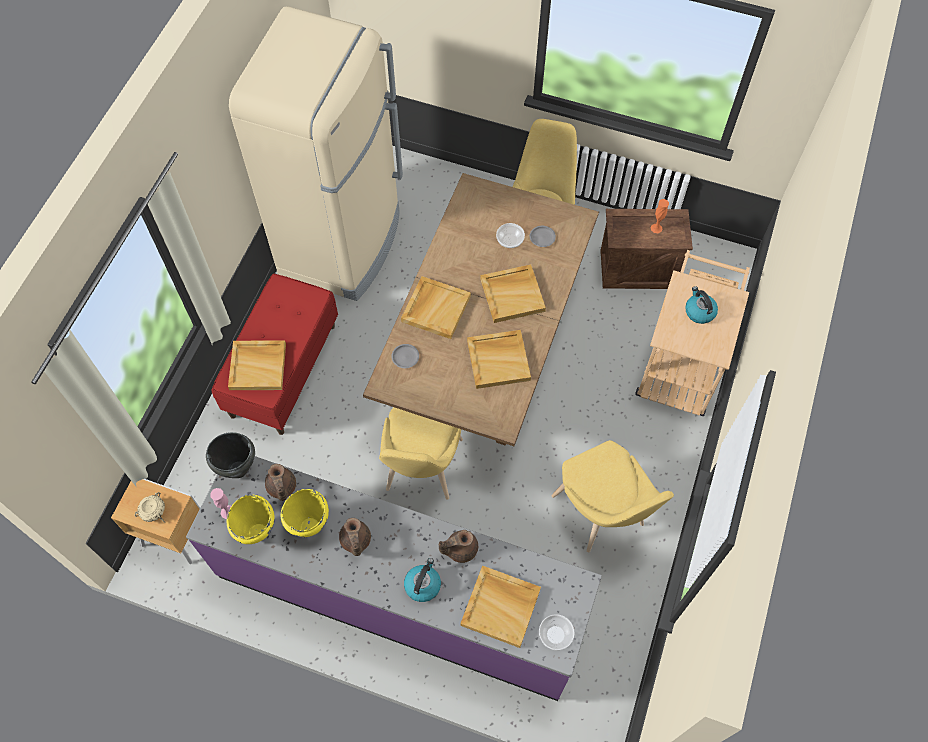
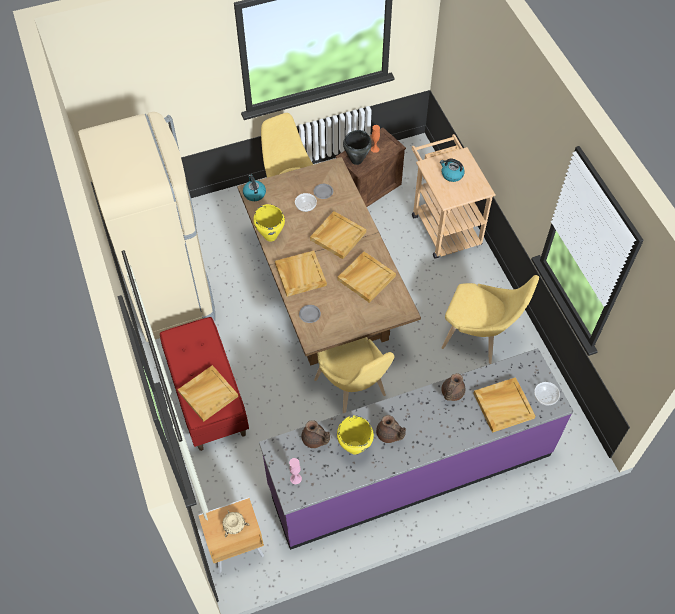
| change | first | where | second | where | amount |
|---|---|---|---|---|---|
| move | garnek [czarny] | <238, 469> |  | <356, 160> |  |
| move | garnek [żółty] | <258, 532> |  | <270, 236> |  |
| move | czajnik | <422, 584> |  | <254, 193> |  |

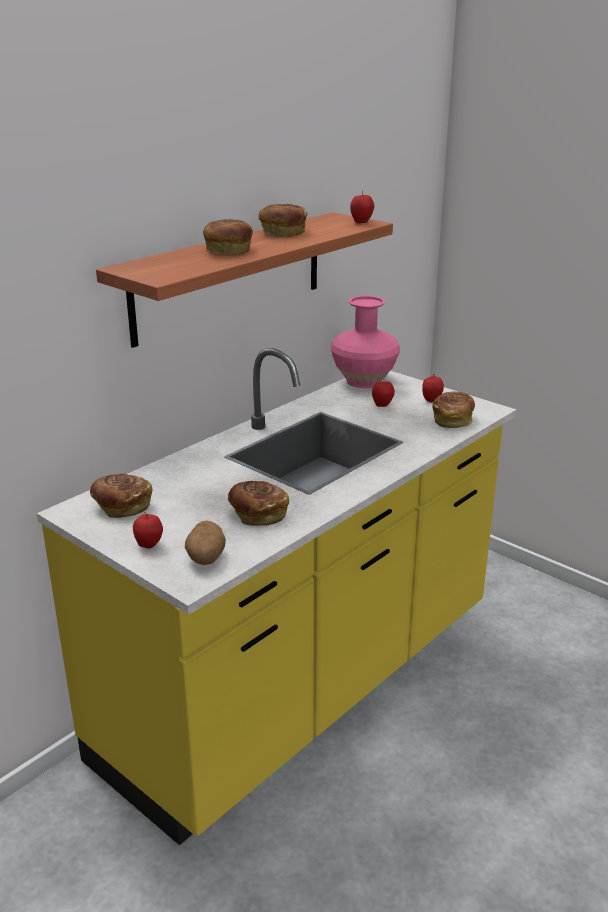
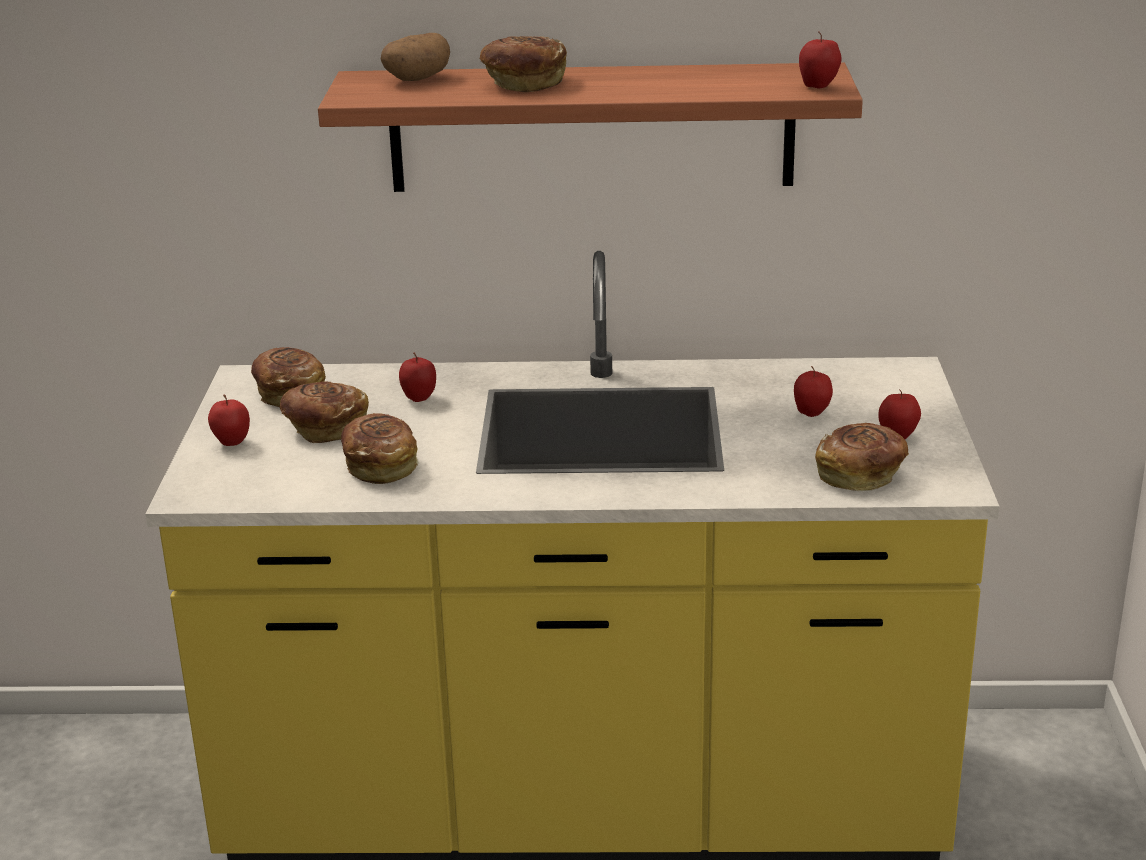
| change | first | where | second | where | amount |
|---|---|---|---|---|---|
| move | ziemniak | <205, 558> |  | <416, 79> |  |
| move | chleb | <283, 232> |  | <325, 428> |  |
| delete | wazon [różowy] | <364, 381> |  |  |  |
| insert |  |  | jabłko | <419, 399> |  |

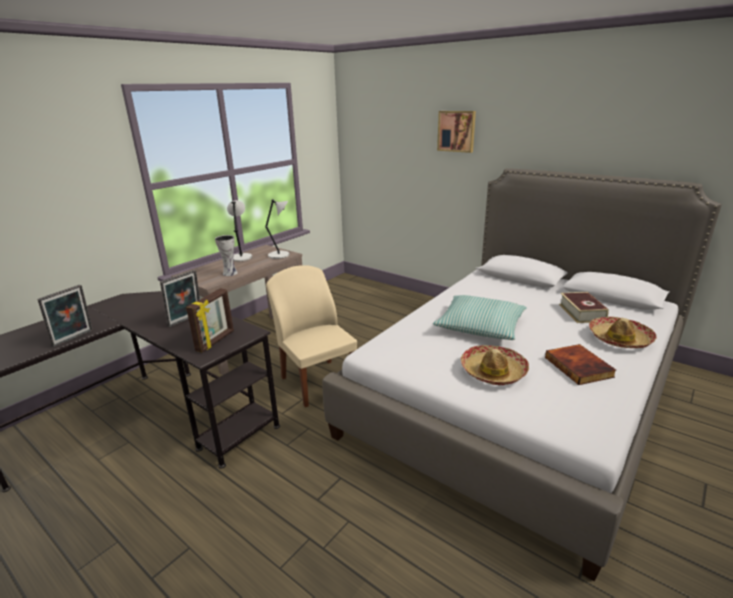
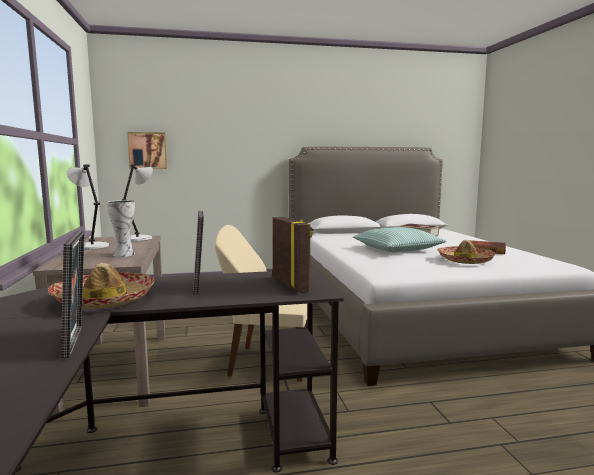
| change | first | where | second | where | amount |
|---|---|---|---|---|---|
| move | obraz | <456, 131> |  | <148, 150> |  |
| move | kapelusz | <619, 339> |  | <104, 300> |  |

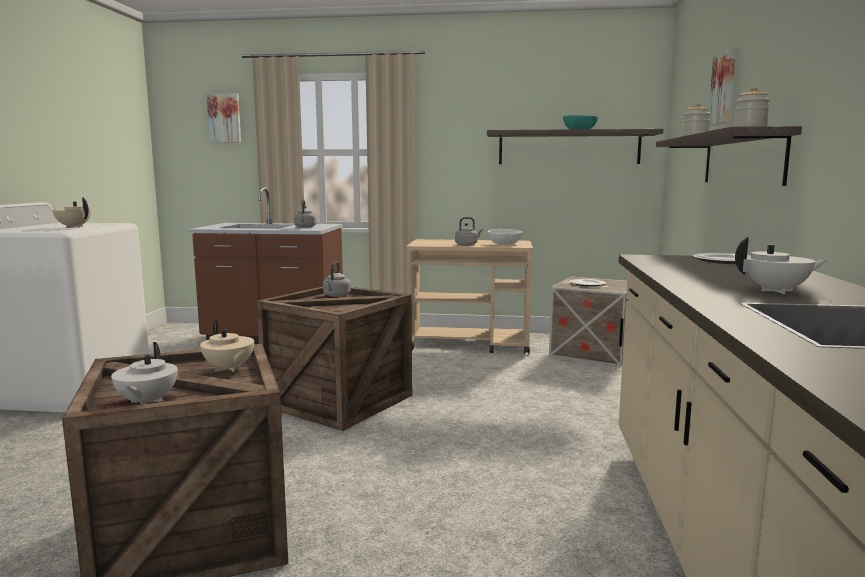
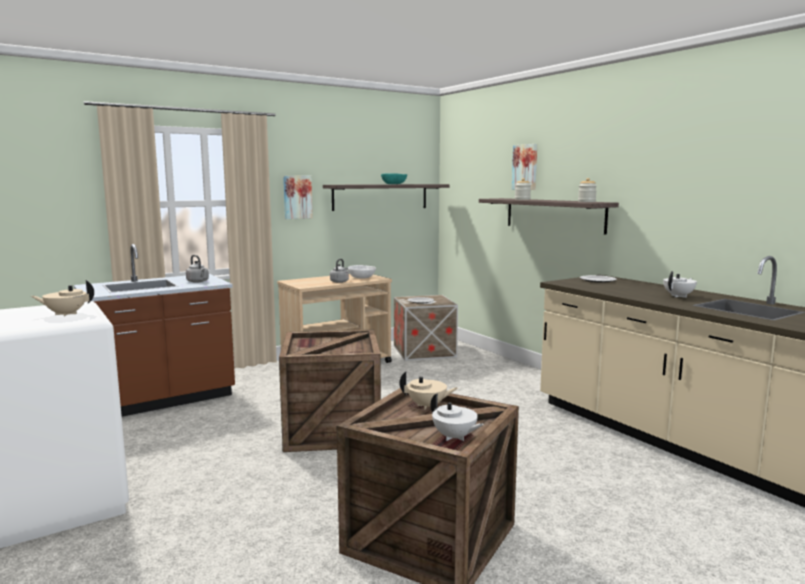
| change | first | where | second | where | amount |
|---|---|---|---|---|---|
| move | obraz | <224, 118> |  | <297, 197> |  |
| delete | czajnik [szary] | <336, 296> |  |  |  |

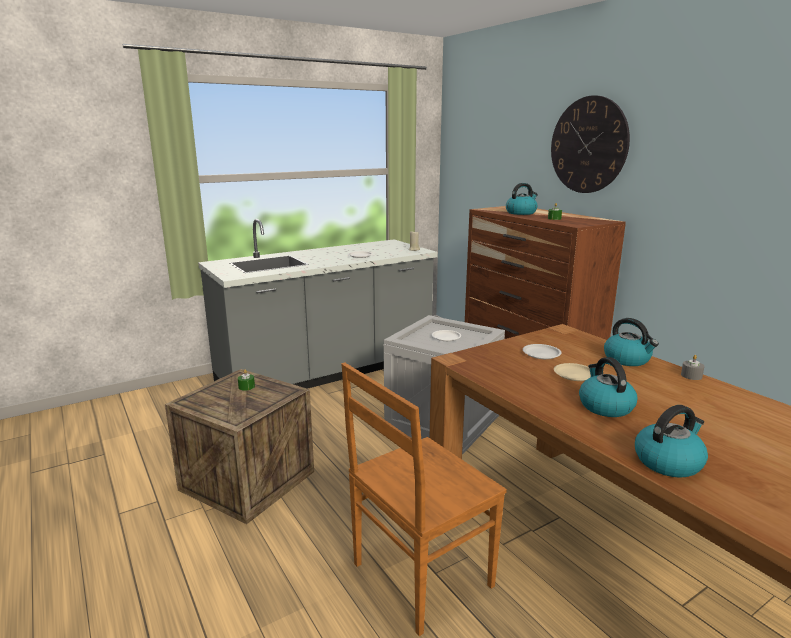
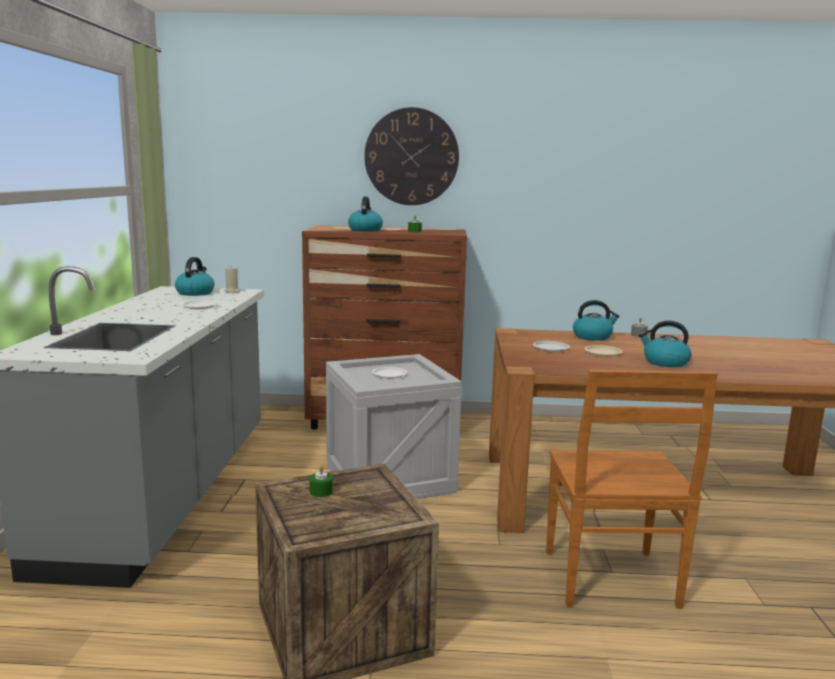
| change | first | where | second | where | amount |
|---|---|---|---|---|---|
| move | czajnik | <668, 462> |  | <195, 293> |  |

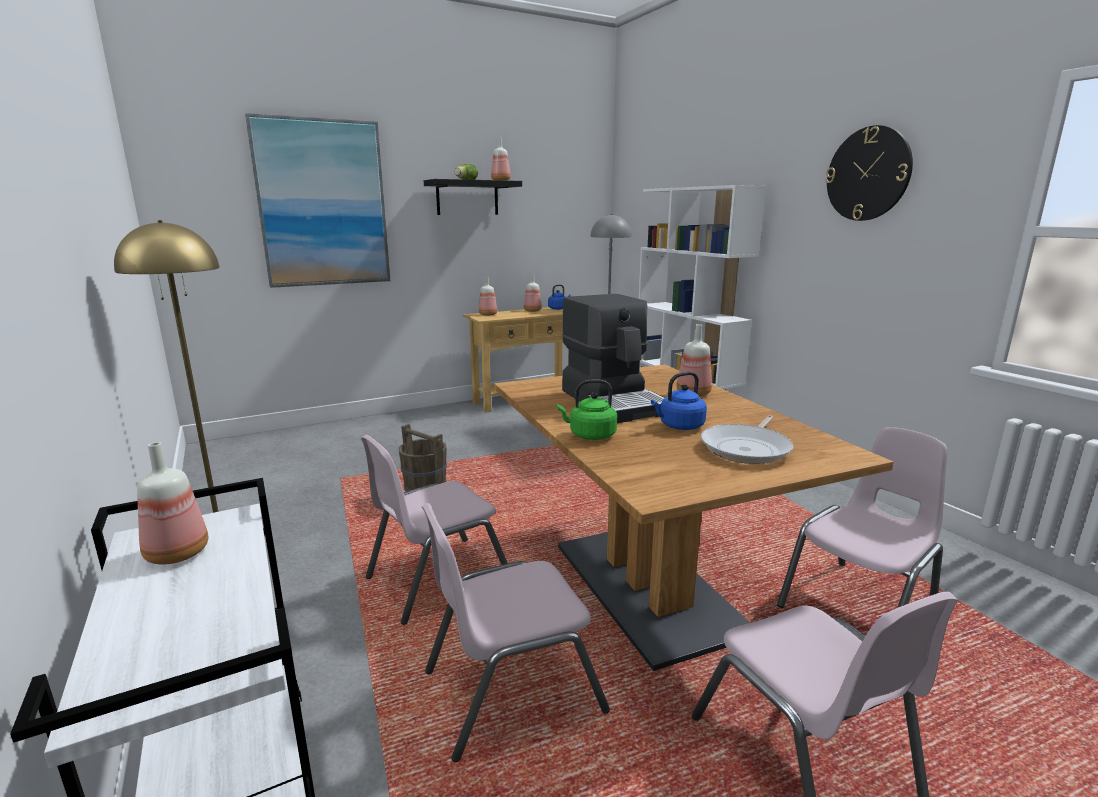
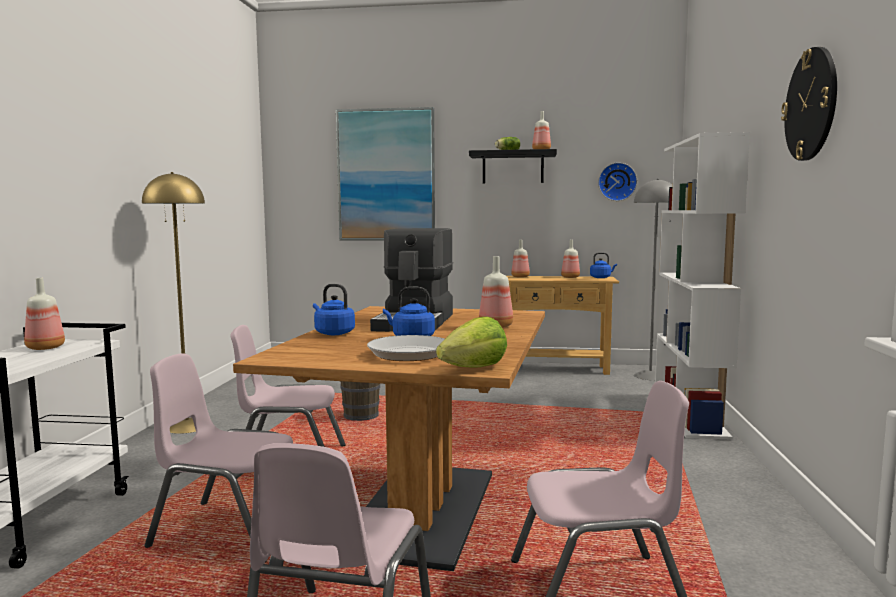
| change | first | where | second | where | amount |
|---|---|---|---|---|---|
| recolor | czajnik [zielony] | <590, 435> | czajnik [niebieski] | <333, 333> |  |
| insert |  |  | sałata | <474, 368> |  |
| insert |  |  | zegar ścienny | <617, 182> |  |

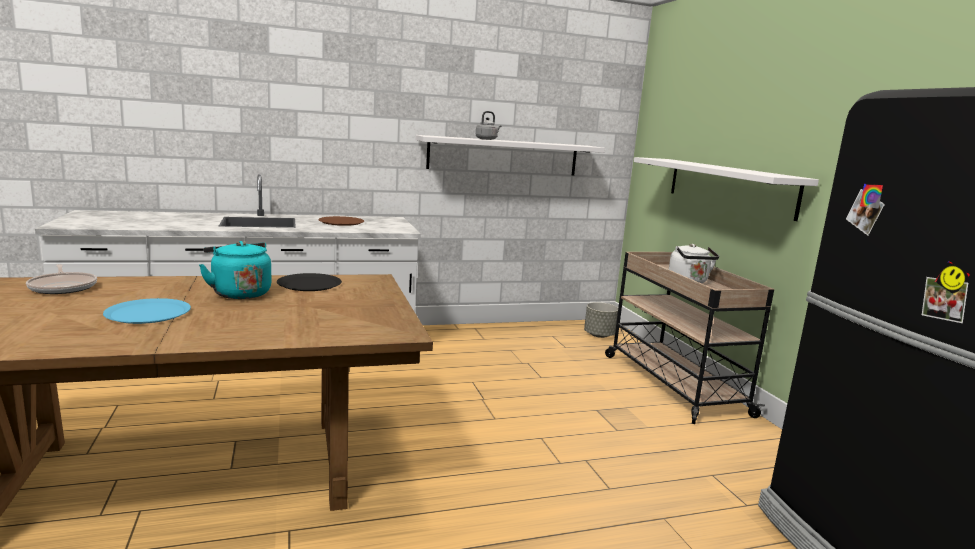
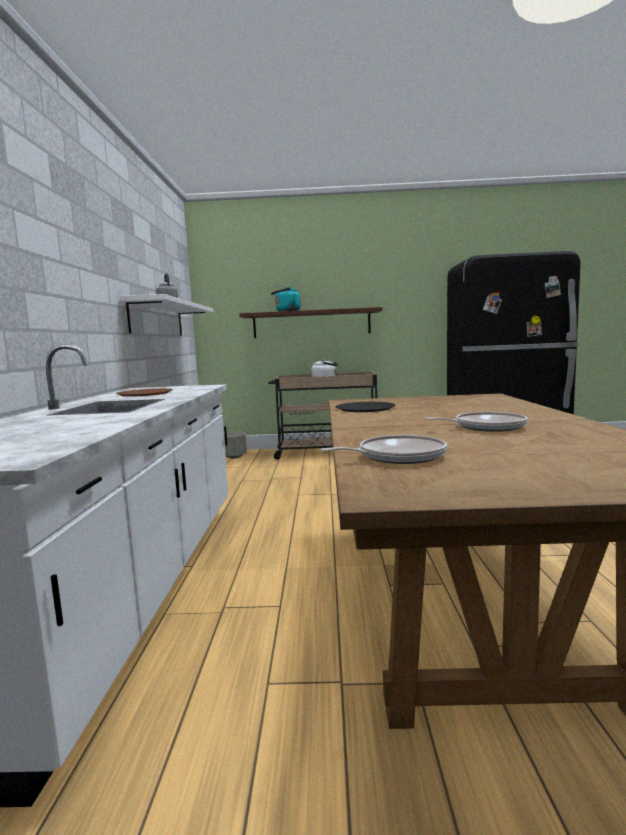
| change | first | where | second | where | amount |
|---|---|---|---|---|---|
| replace | talerz [niebieski] | <148, 313> | patelnia | <486, 427> |  |
| move | czajnik [turkusowy] | <239, 293> |  | <286, 311> |  |
| recolor | półka [biały] | <728, 186> | półka [brązowy] | <311, 323> |  |

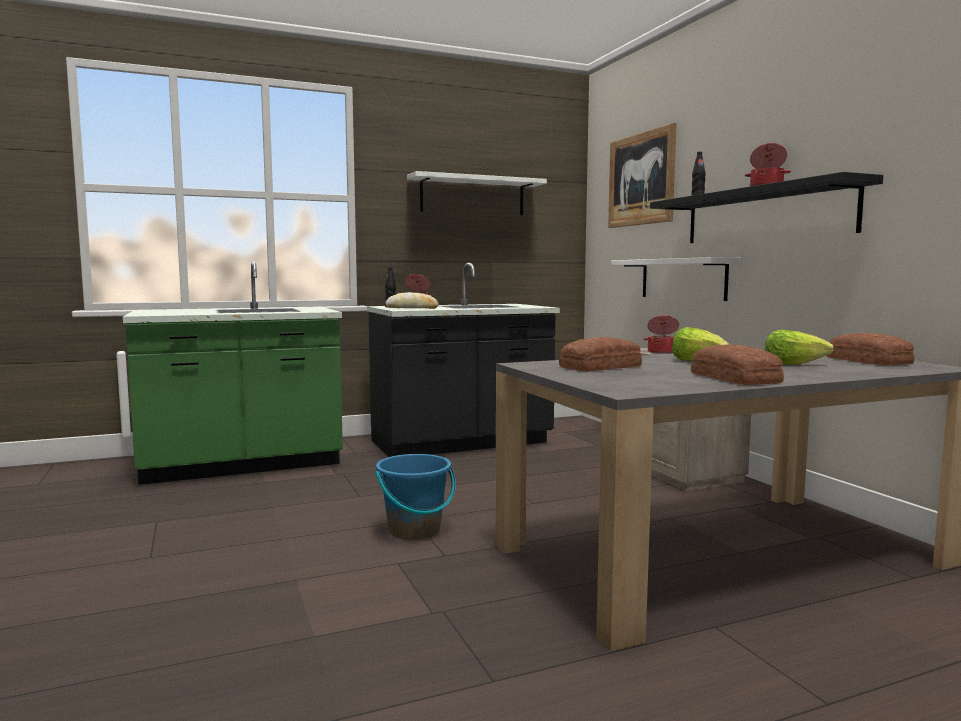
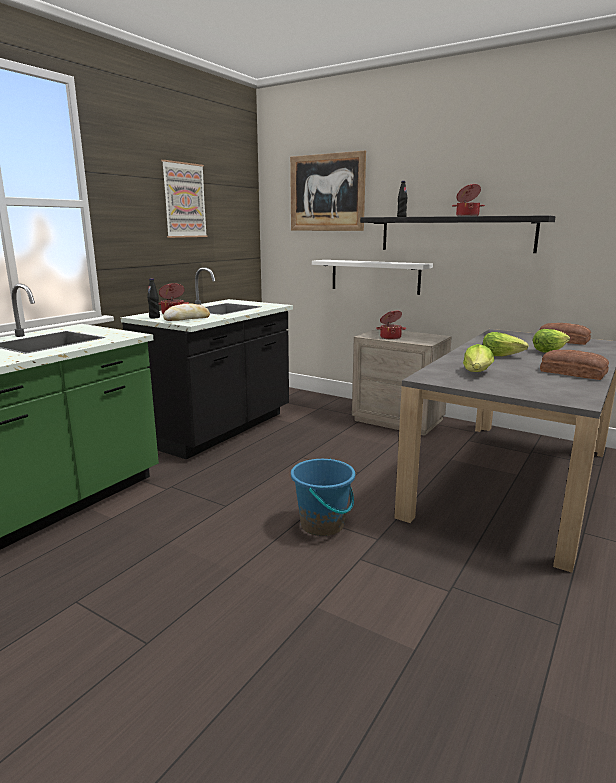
| change | first | where | second | where | amount |
|---|---|---|---|---|---|
| replace | półka [biały] | <472, 196> | obraz | <184, 200> |  |
| replace | chleb | <602, 367> | sałata | <477, 373> |  |

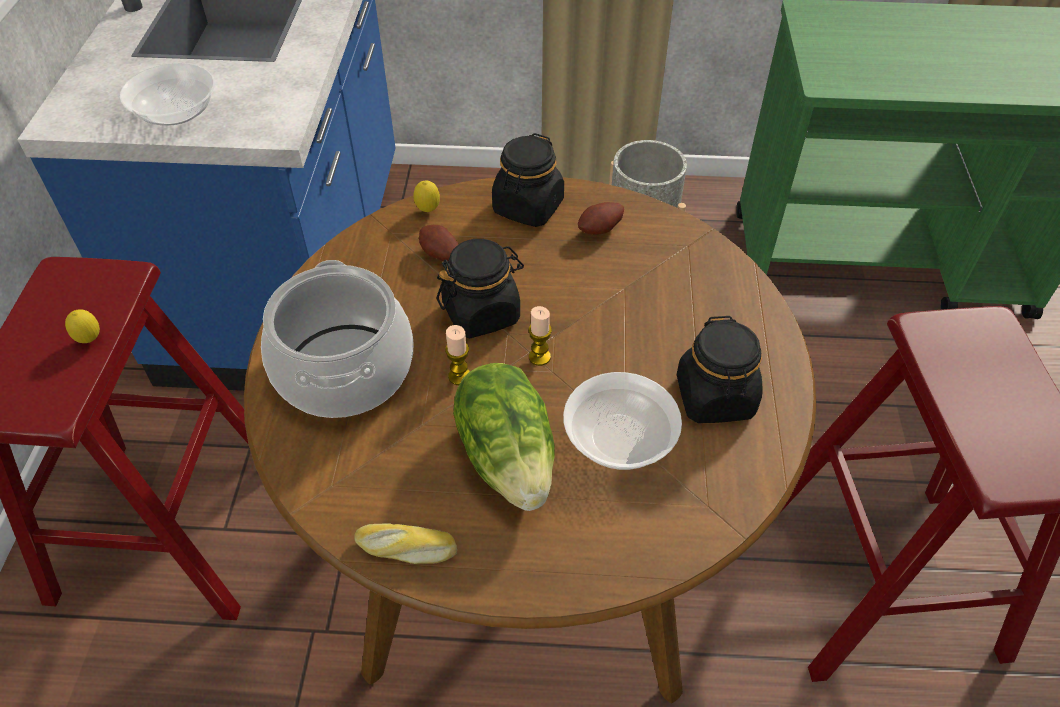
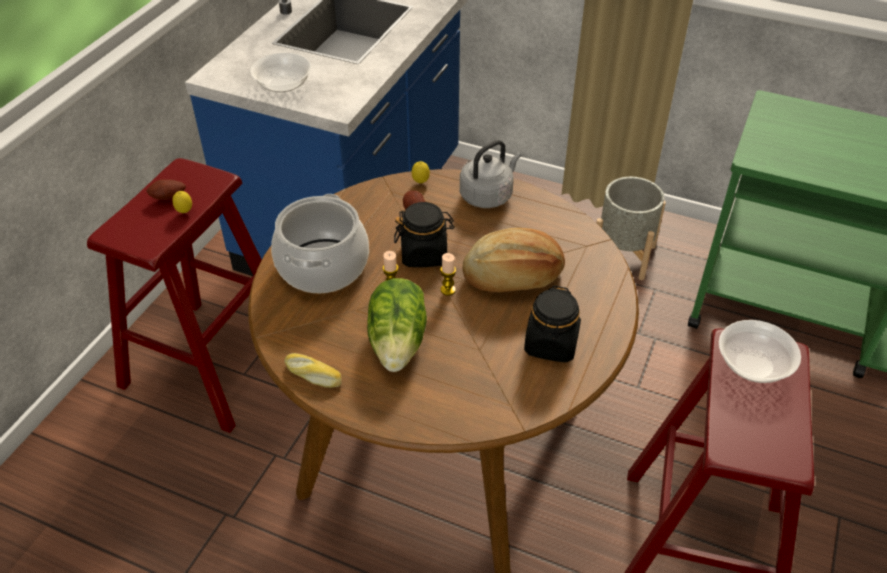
| change | first | where | second | where | amount |
|---|---|---|---|---|---|
| replace | słoik [czarny] | <528, 207> | czajnik [szary] | <488, 195> |  |
| move | miska | <619, 439> |  | <753, 365> |  |
| move | ziemniak | <601, 230> |  | <168, 198> |  |
| insert |  |  | chleb | <513, 277> |  |

